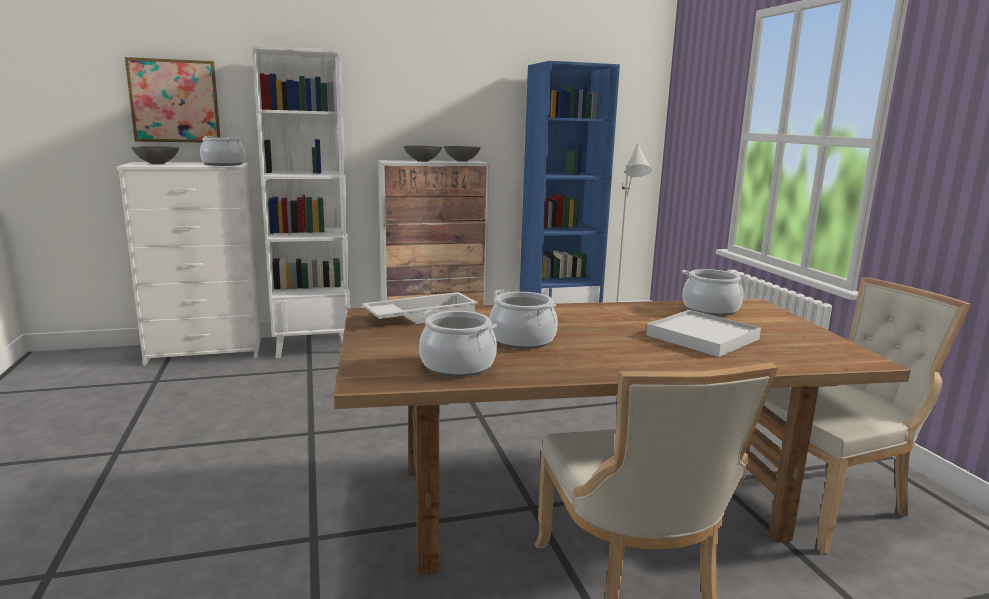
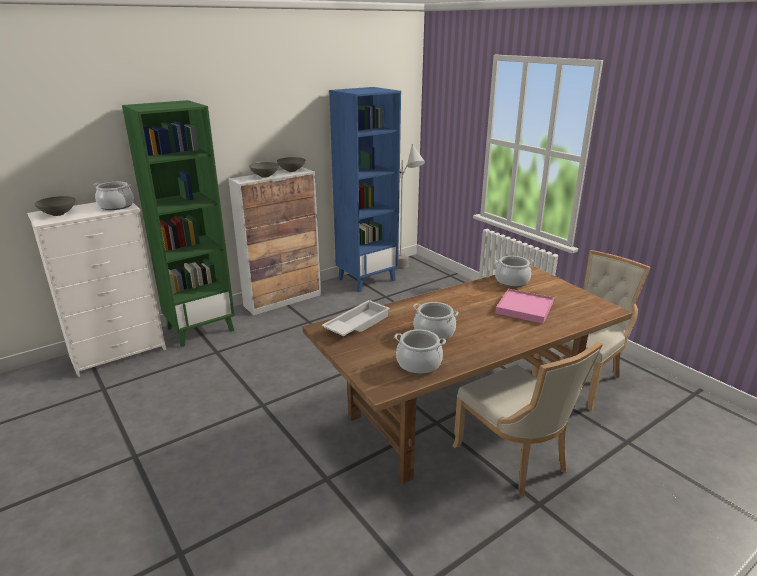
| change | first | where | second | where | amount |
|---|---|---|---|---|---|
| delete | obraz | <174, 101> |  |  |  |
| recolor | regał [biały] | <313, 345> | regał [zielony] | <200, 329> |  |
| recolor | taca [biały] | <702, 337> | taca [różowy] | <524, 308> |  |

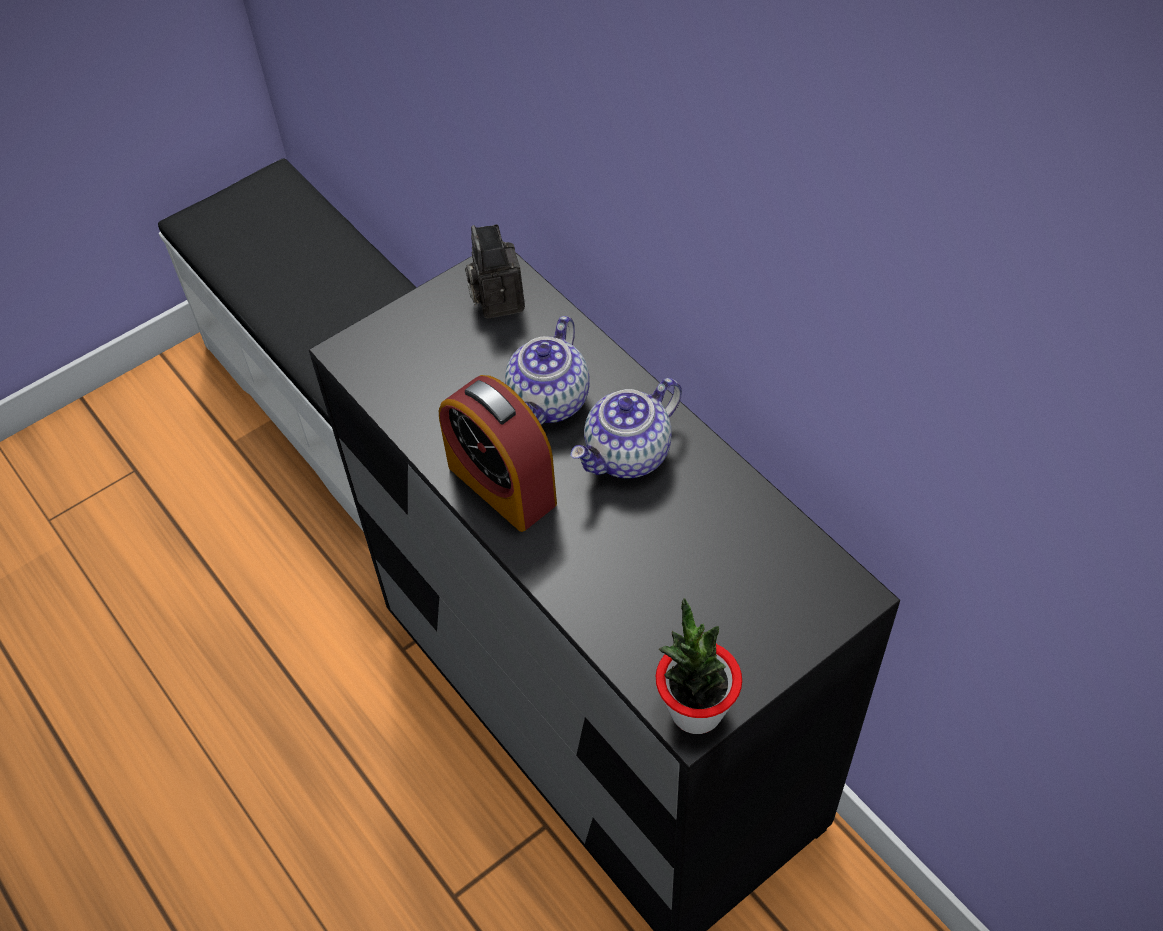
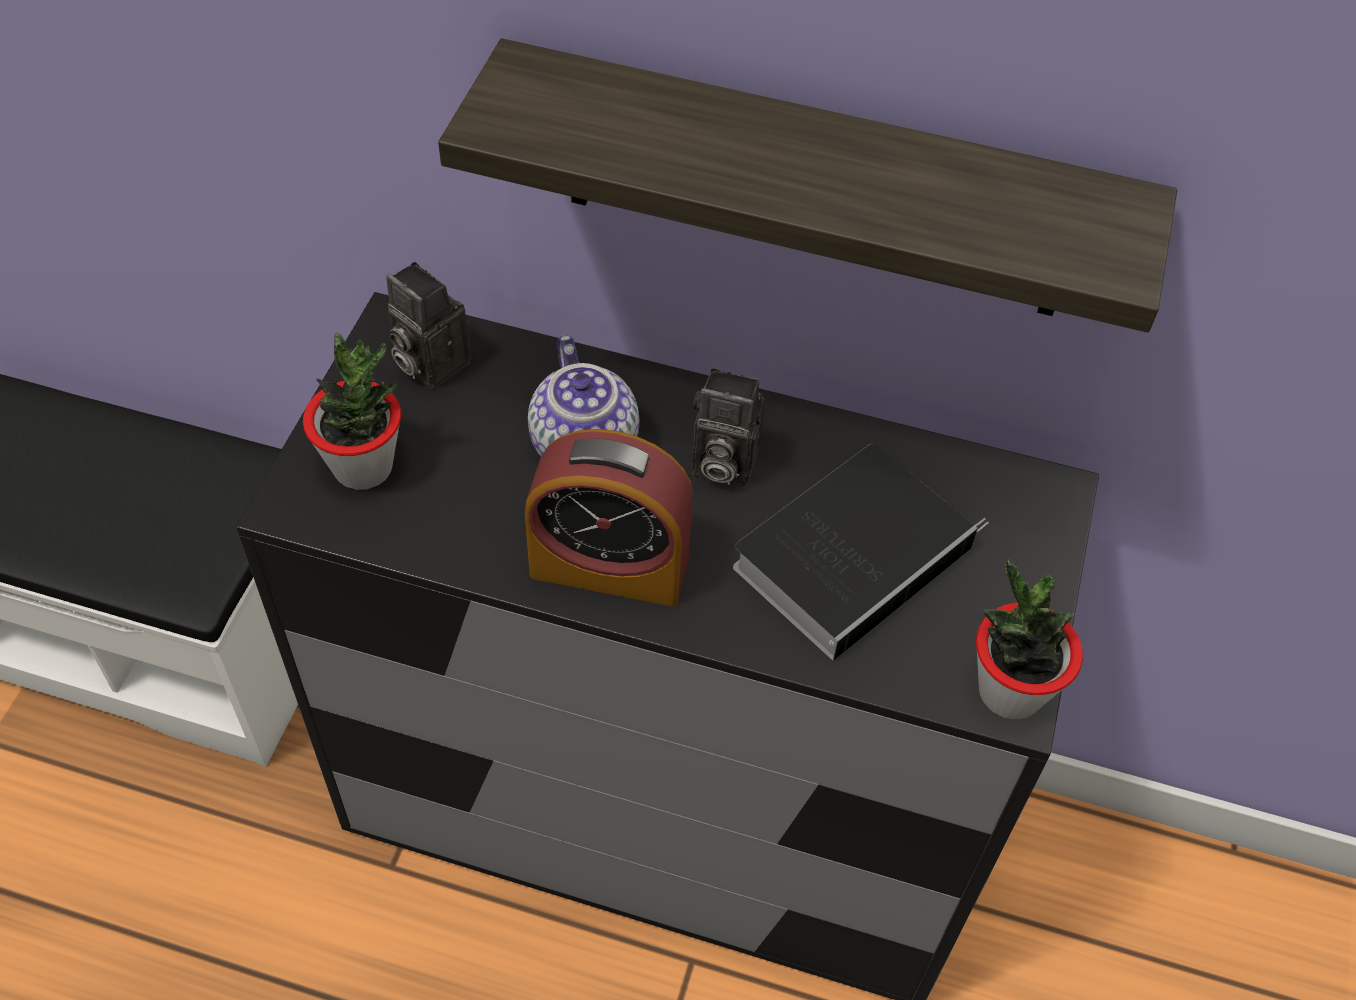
| change | first | where | second | where | amount |
|---|---|---|---|---|---|
| replace | imbryk | <628, 455> | aparat fotograficzny | <720, 463> |  |
| insert |  |  | roślina doniczkowa | <363, 467> |  |
| insert |  |  | półka | <817, 185> |  |
| insert |  |  | książka | <855, 553> |  |

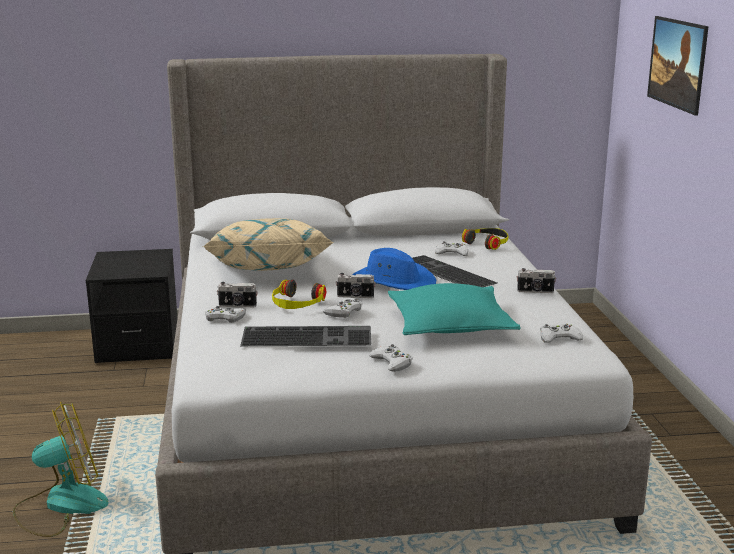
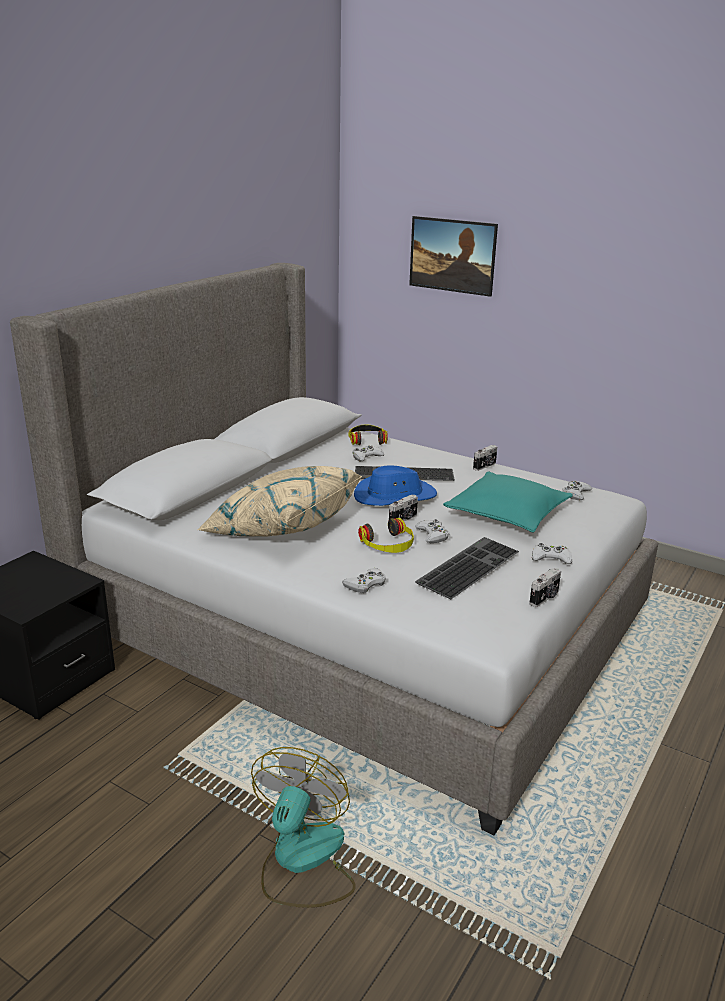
| change | first | where | second | where | amount |
|---|---|---|---|---|---|
| move | aparat fotograficzny | <237, 306> |  | <545, 598> |  |

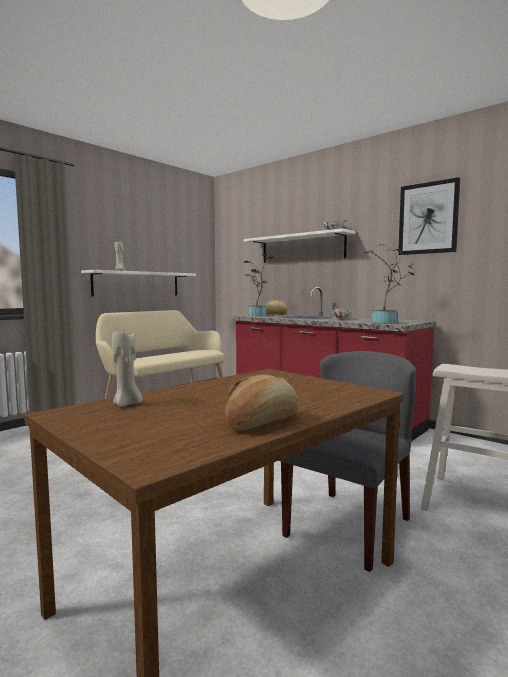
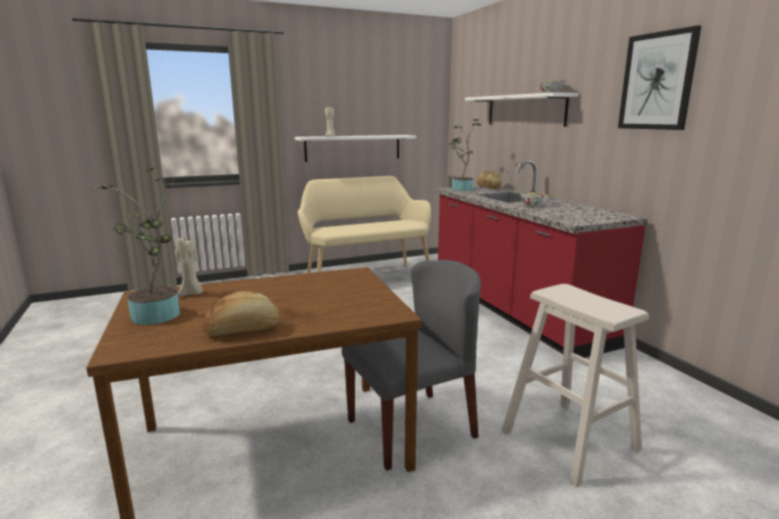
| change | first | where | second | where | amount |
|---|---|---|---|---|---|
| move | roślina doniczkowa | <387, 323> |  | <156, 317> |  |

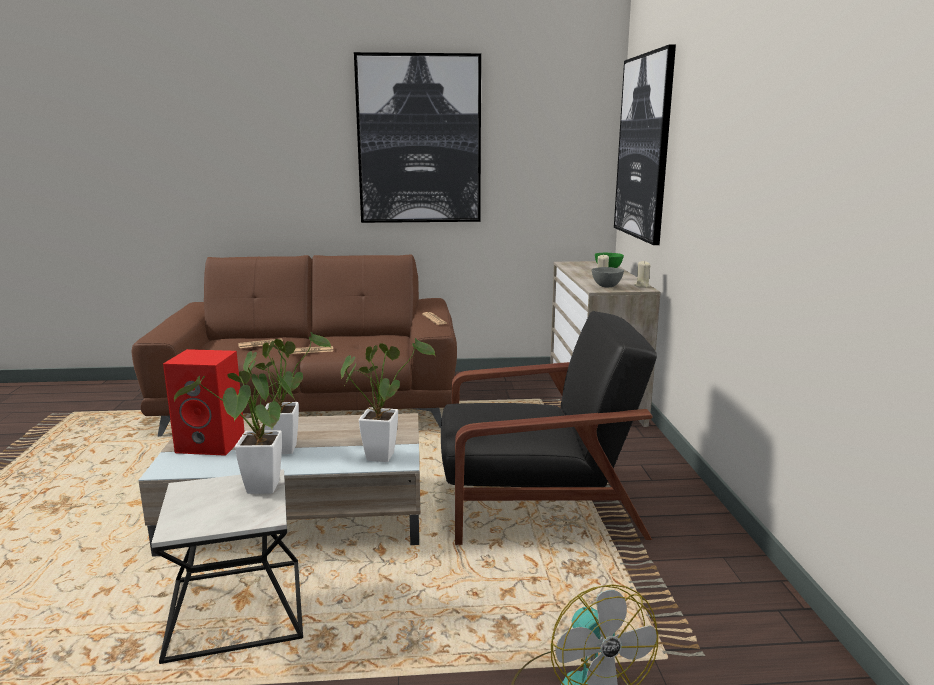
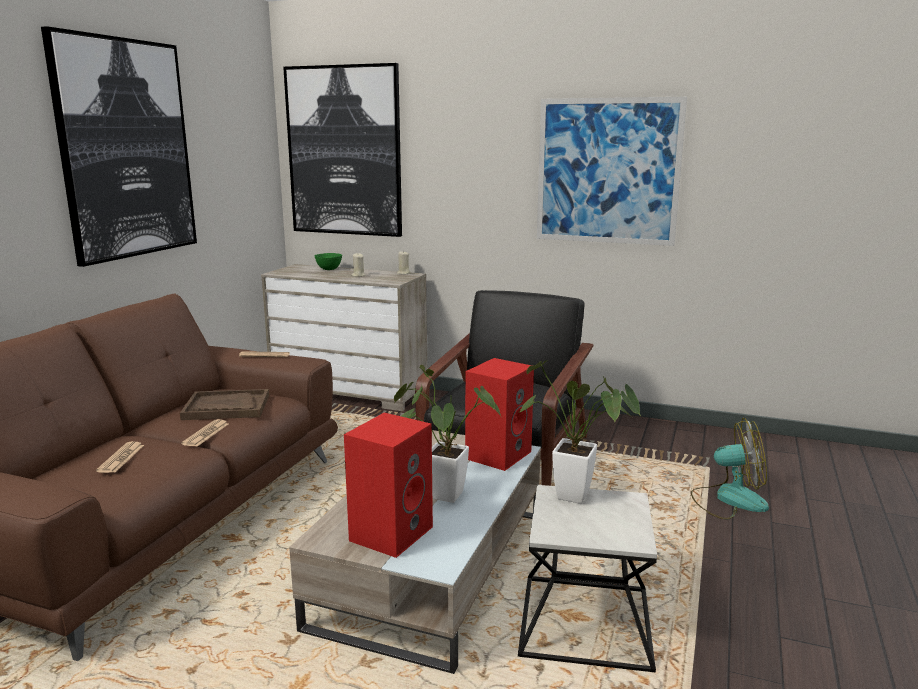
| change | first | where | second | where | amount |
|---|---|---|---|---|---|
| replace | roślina doniczkowa | <382, 454> | głośnik [czerwony] | <498, 454> |  |
| delete | miska [szary] | <606, 286> |  |  |  |
| insert |  |  | taca [brązowy] | <226, 407> |  |
| insert |  |  | obraz | <607, 171> |  |

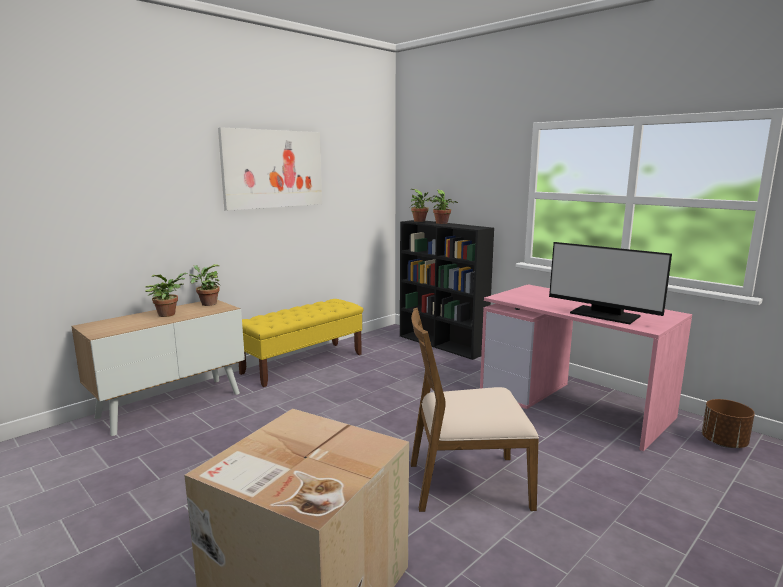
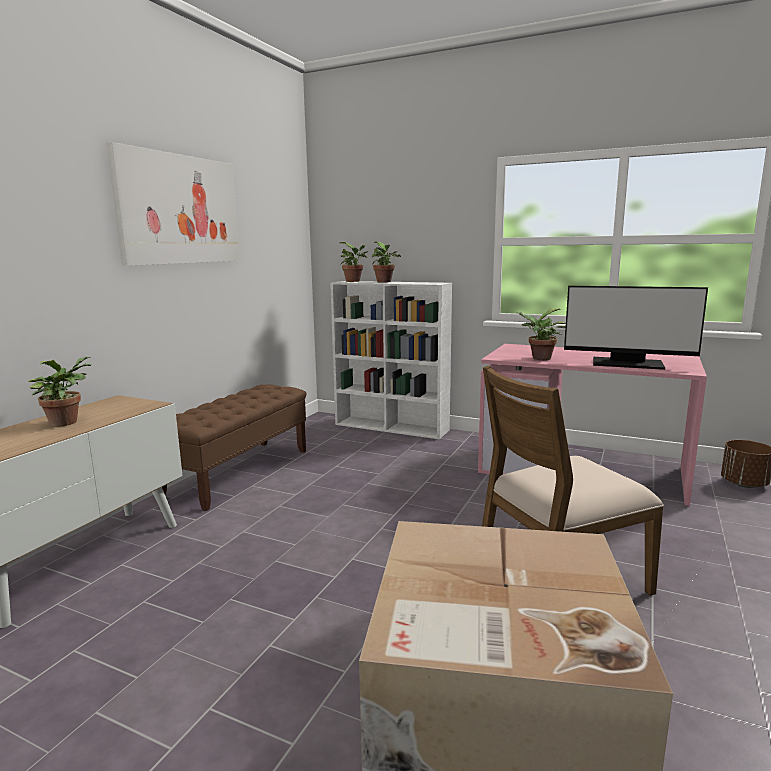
| change | first | where | second | where | amount |
|---|---|---|---|---|---|
| move | roślina doniczkowa | <207, 304> |  | <539, 358> |  |
| recolor | ławka [żółty] | <303, 363> | ławka [brązowy] | <239, 472> |  |
| recolor | regał [czarny] | <442, 344> | regał [biały] | <392, 427> |  |

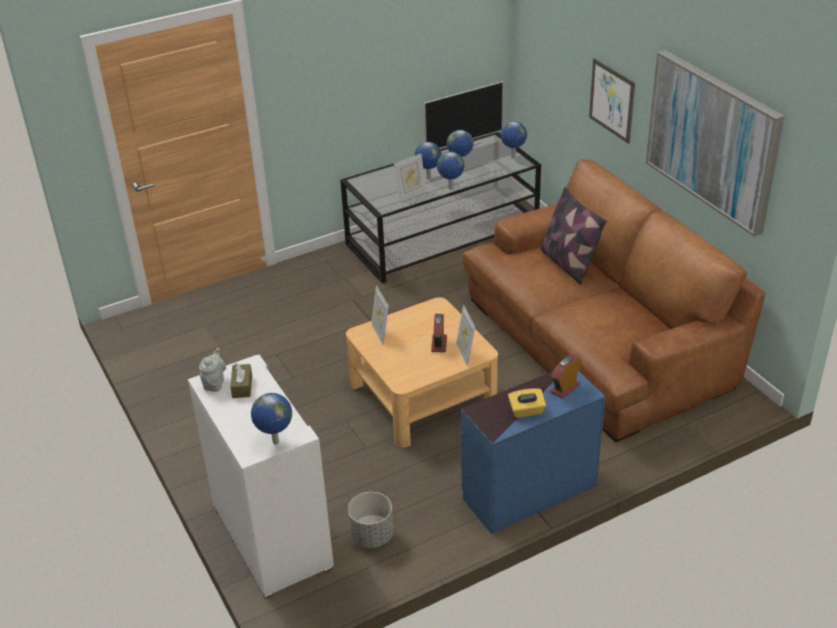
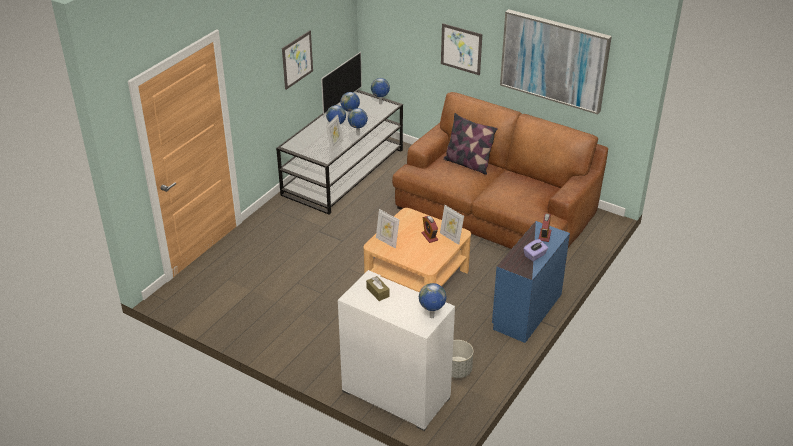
| change | first | where | second | where | amount |
|---|---|---|---|---|---|
| delete | imbryk [szary] | <214, 383> |  |  |  |
| recolor | pudełko chusteczek [żółty] | <526, 411> | pudełko chusteczek [fioletowy] | <535, 255> |  |
| insert |  |  | obraz | <297, 59> |  |

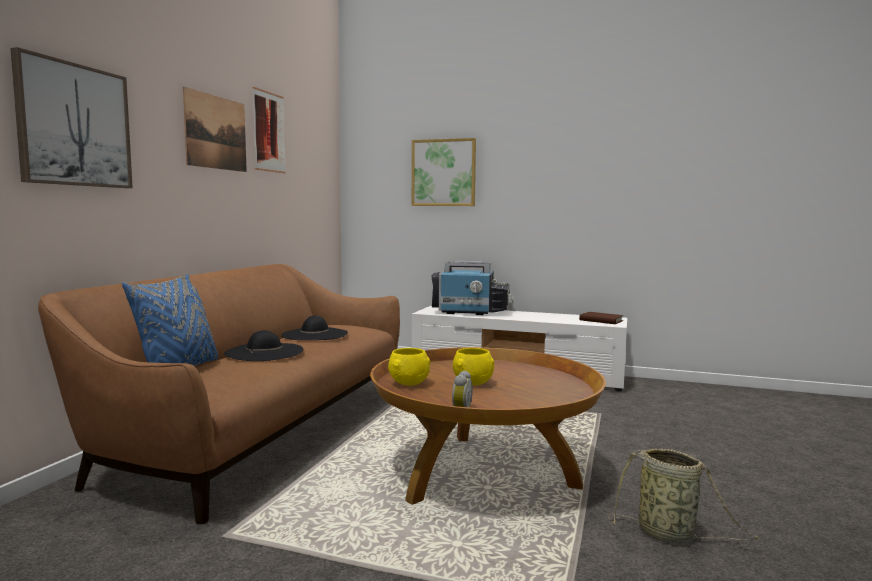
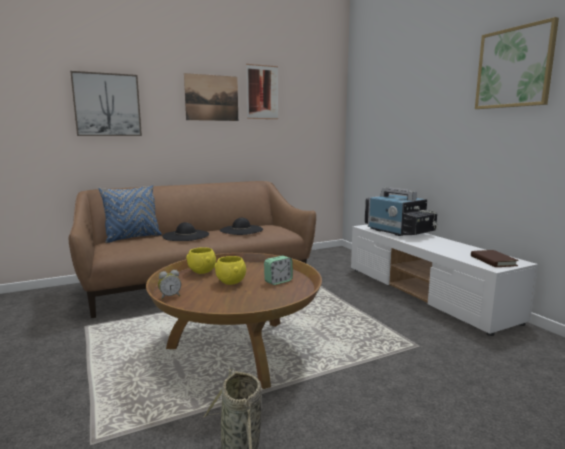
| change | first | where | second | where | amount |
|---|---|---|---|---|---|
| move | obraz | <443, 173> |  | <514, 68> |  |
| insert |  |  | budzik | <278, 281> |  |

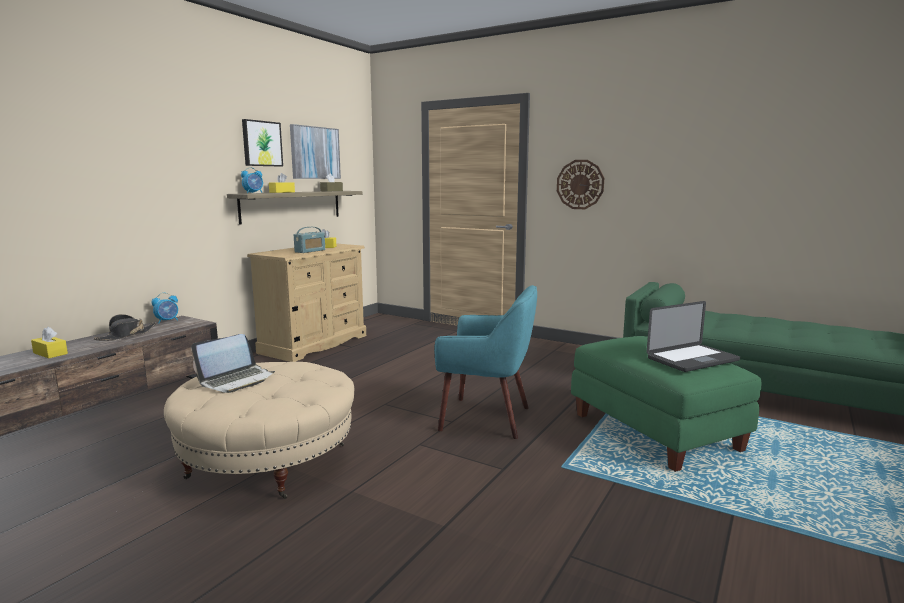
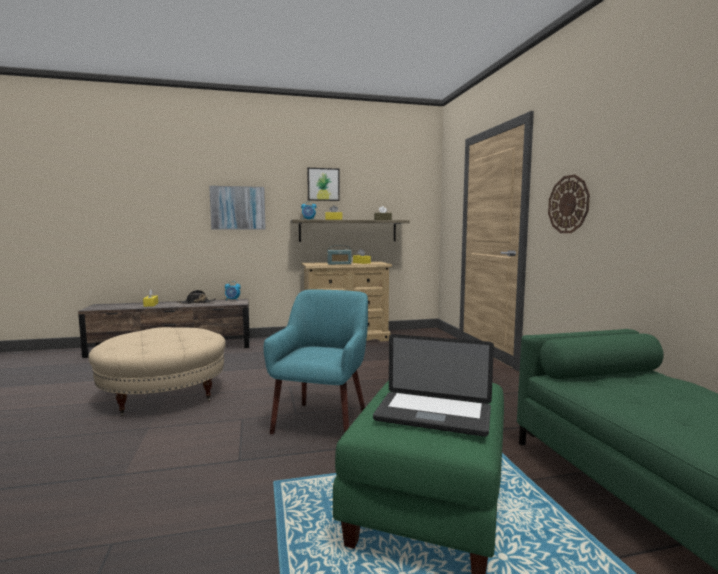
| change | first | where | second | where | amount |
|---|---|---|---|---|---|
| delete | laptop | <237, 380> |  |  |  |
| move | obraz | <315, 153> |  | <238, 208> |  |
| rotate | fotel [turkusowy] | <487, 418> |  | <322, 421> | 135 degrees counterclockwise |

